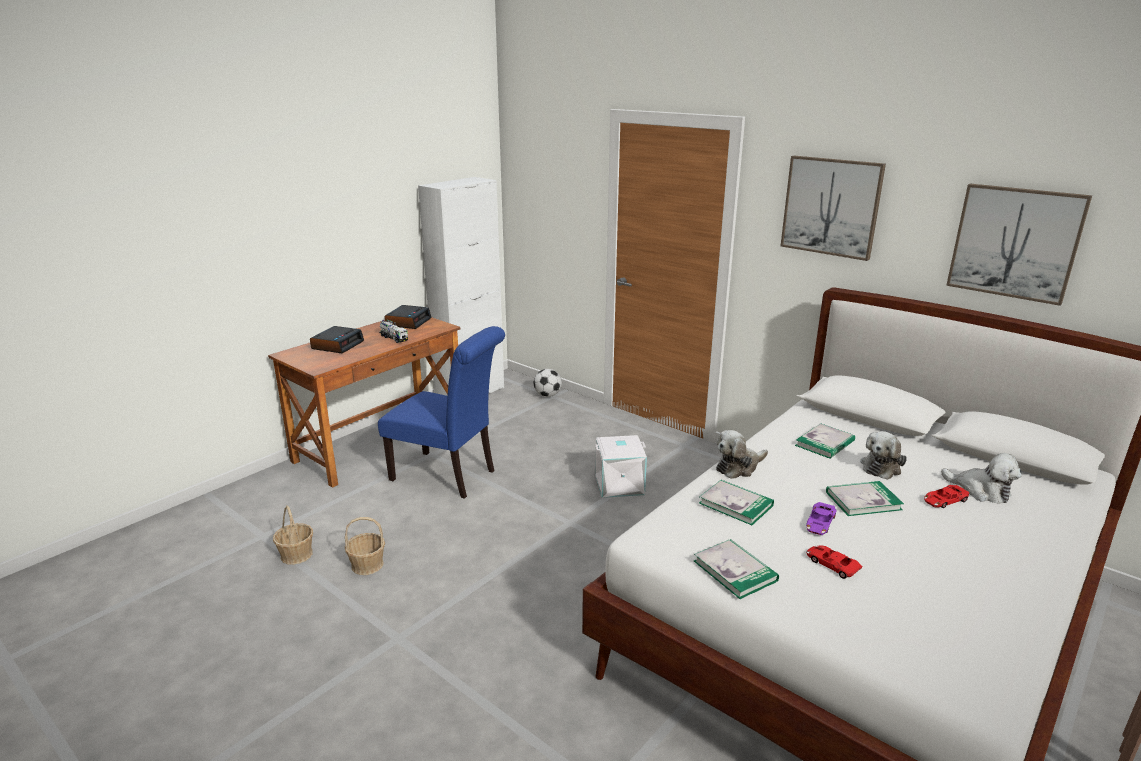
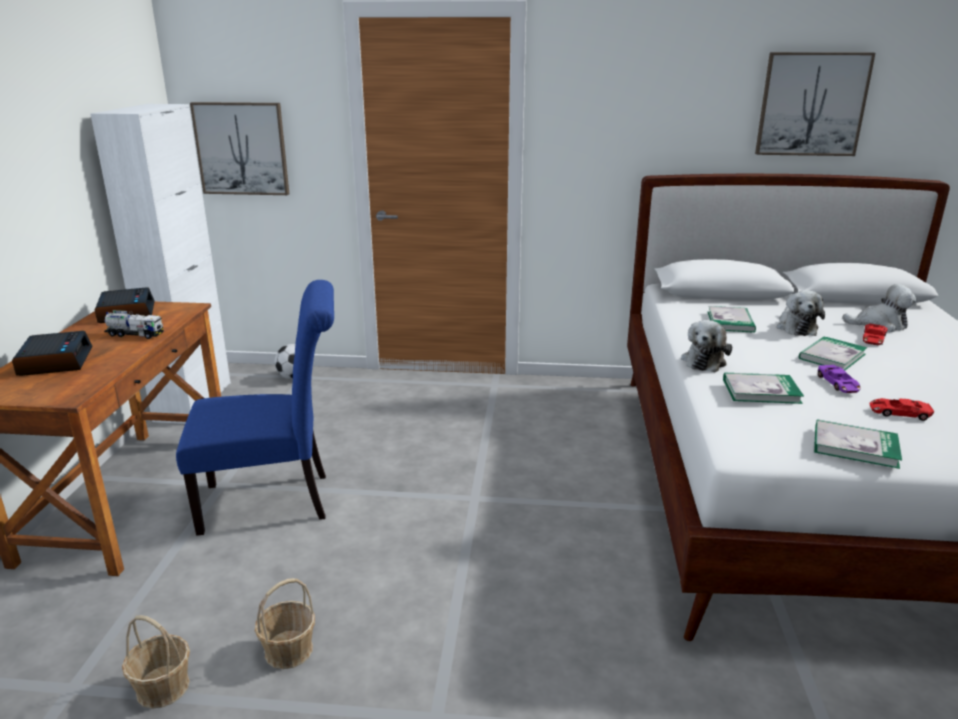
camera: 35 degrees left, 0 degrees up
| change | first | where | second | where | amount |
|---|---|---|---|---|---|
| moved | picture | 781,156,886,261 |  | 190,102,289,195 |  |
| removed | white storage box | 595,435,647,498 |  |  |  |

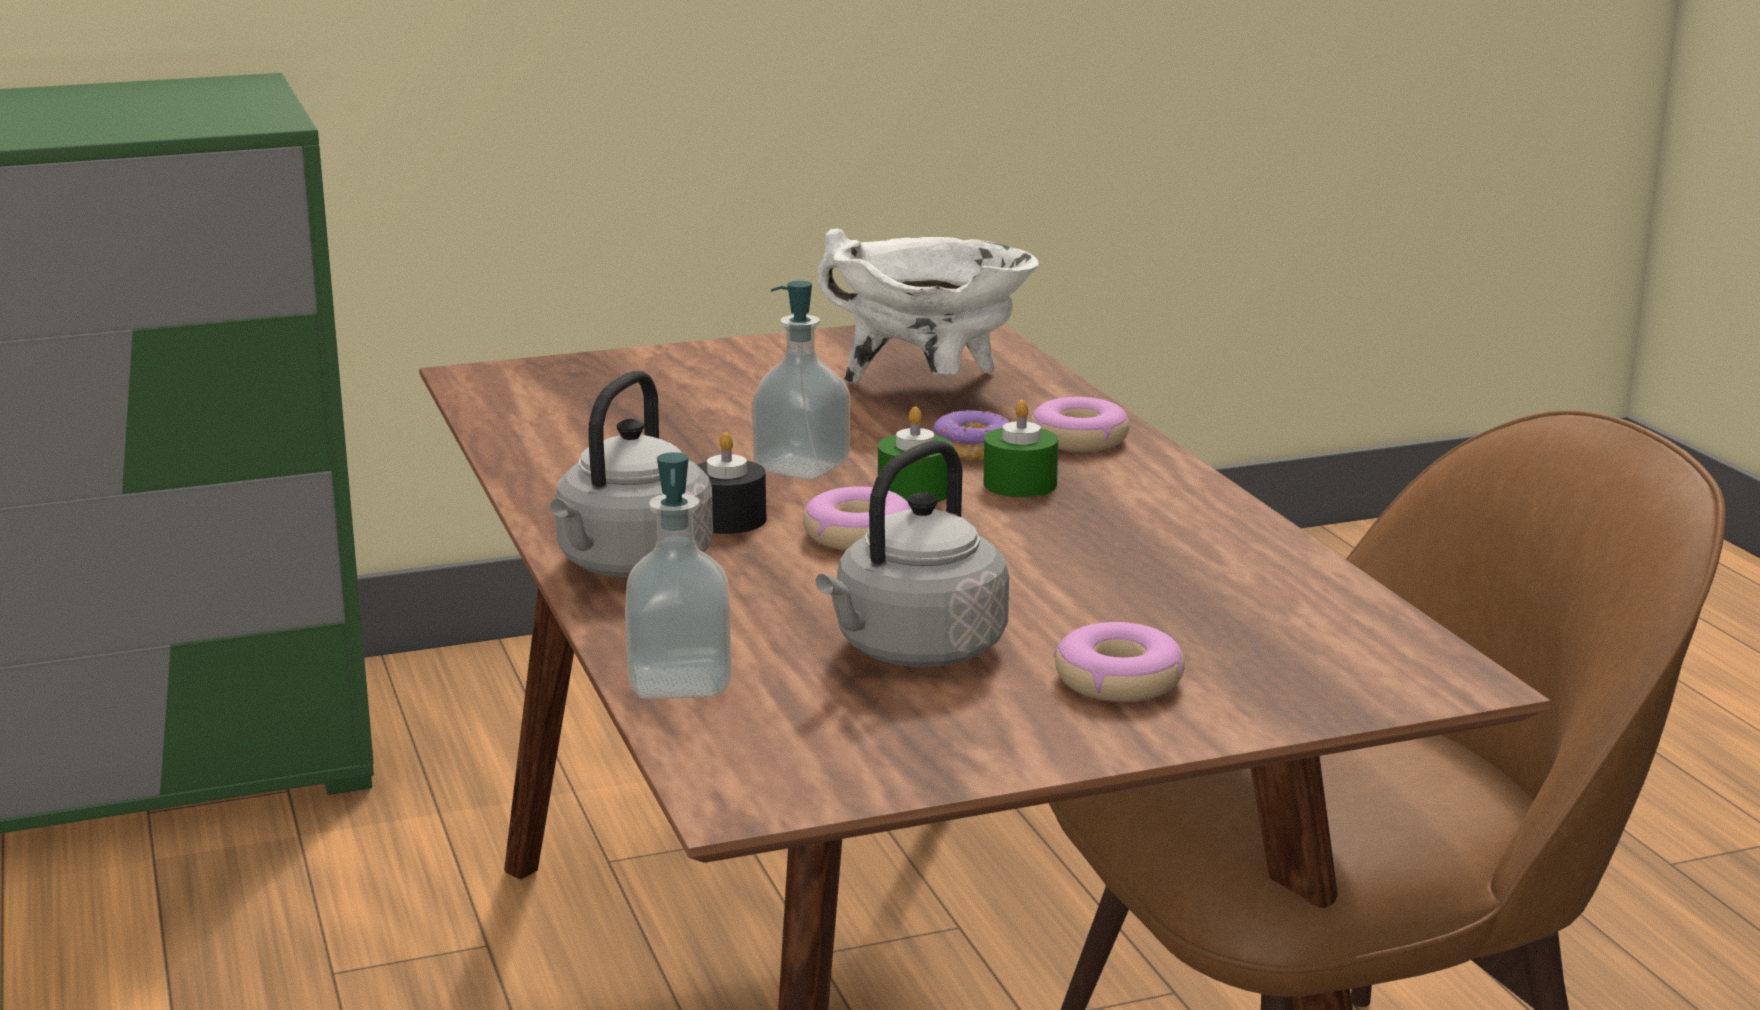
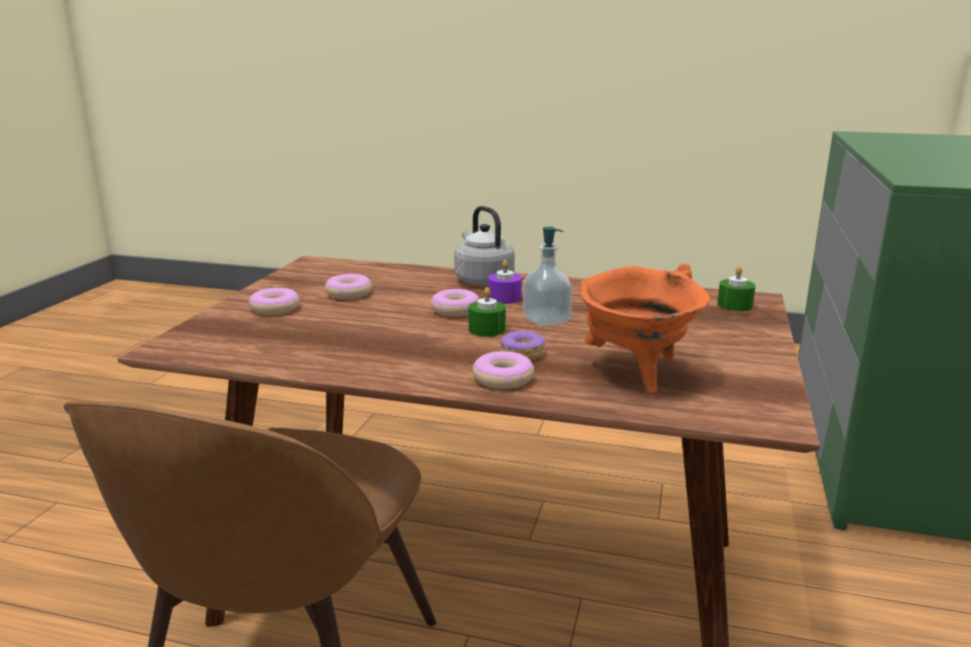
camera: 125 degrees right, 0 degrees up
| change | first | where | second | where | amount |
|---|---|---|---|---|---|
| replaced | grey kettle | 816,440,1009,667 | donut | 325,274,373,299 |  |
| recoloured | black candle | 697,432,766,534 | purple candle | 488,260,522,304 |  |
| recoloured | white cooking pot | 818,228,1039,384 | orange cooking pot | 581,264,711,395 |  |
| moved | green candle | 984,400,1058,497 |  | 717,266,755,311 |  |
| removed | soap dispenser | 625,452,732,699 |  |  |  |

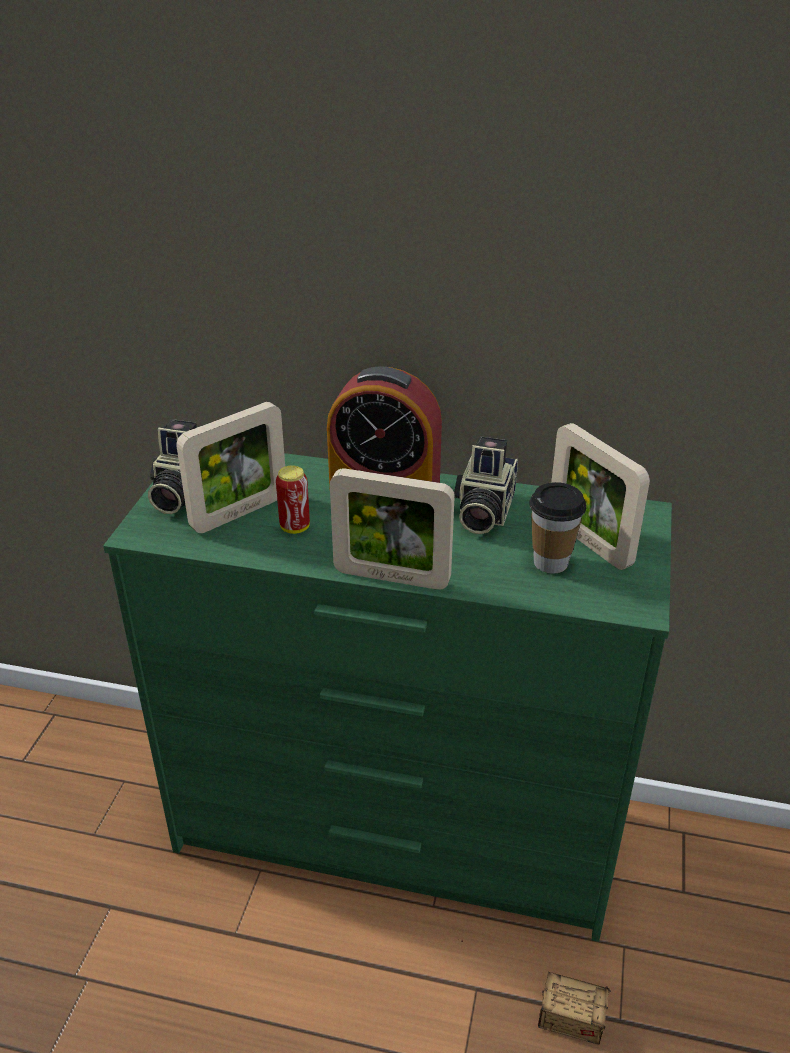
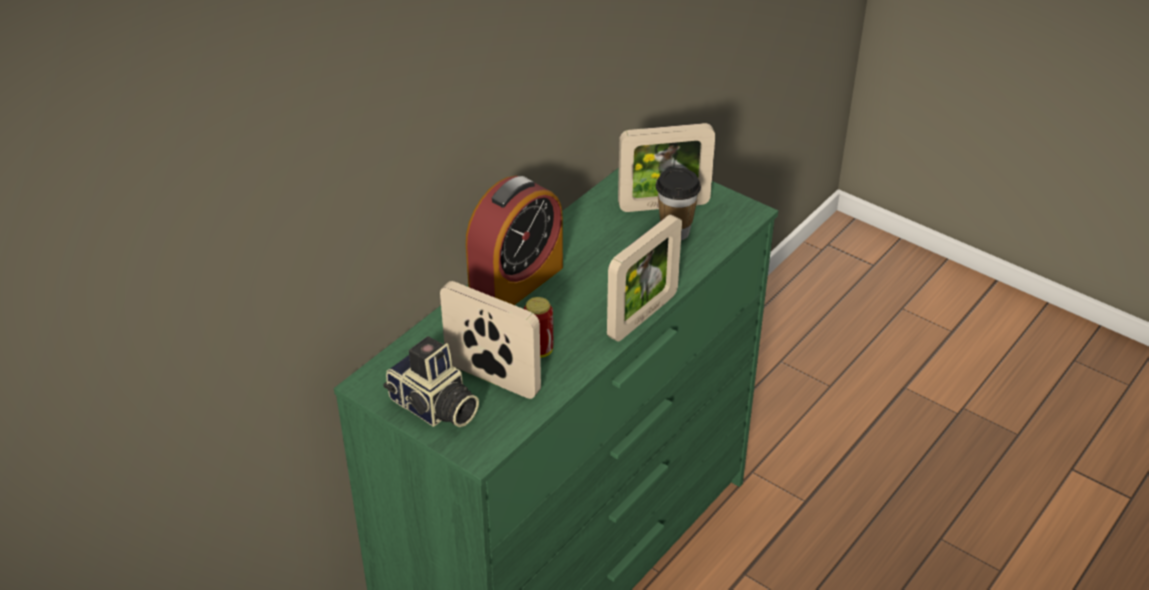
camera: 65 degrees left, 5 degrees up
| change | first | where | second | where | amount |
|---|---|---|---|---|---|
| turned | picture frame | 176,402,285,533 |  | 440,281,541,399 | 45 degrees counterclockwise |
| removed | photo camera | 454,436,518,534 |  |  |  |
| removed | storage box | 458,939,611,1045 |  |  |  |

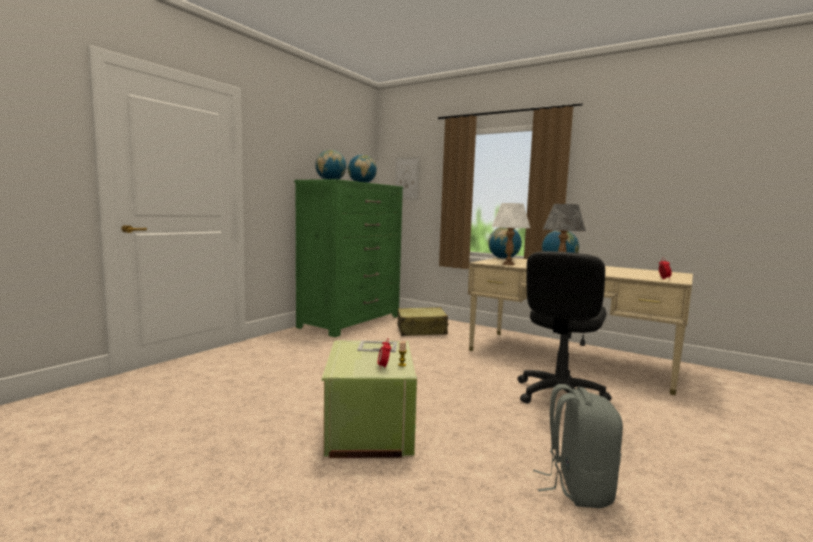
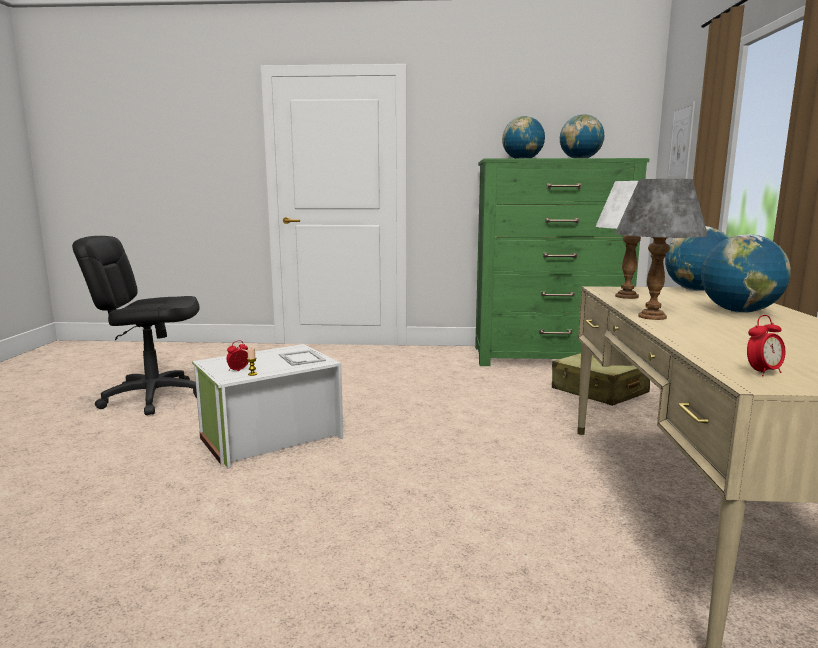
camera: 60 degrees right, 5 degrees up
| change | first | where | second | where | amount |
|---|---|---|---|---|---|
| moved | black office chair | 518,251,612,404 |  | 72,236,200,415 |  |
| recoloured | green storage box | 322,340,417,458 | white storage box | 192,344,343,468 |  |
| removed | grey backpack | 533,384,623,508 |  |  |  |

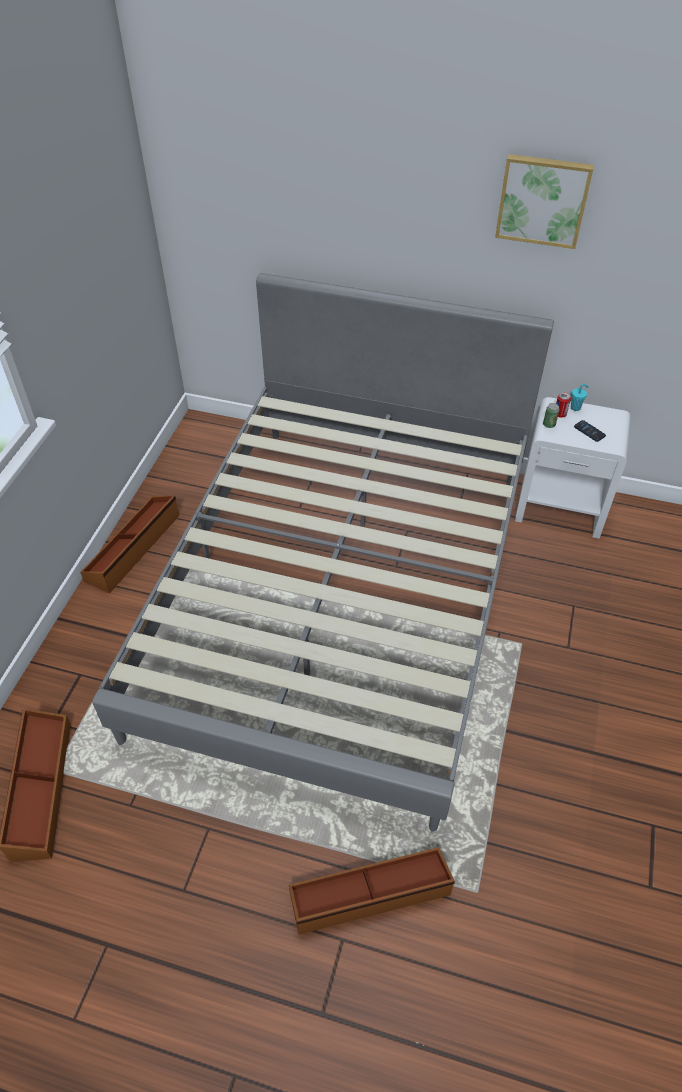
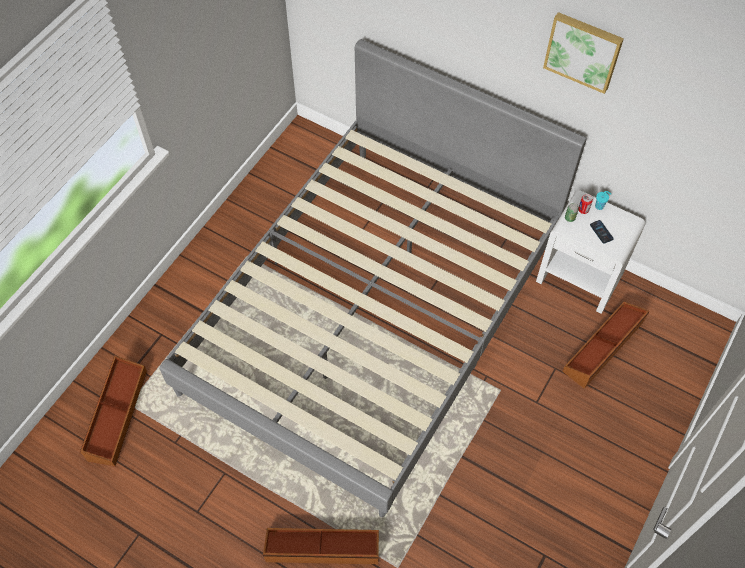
camera: 15 degrees right, 10 degrees up
| change | first | where | second | where | amount |
|---|---|---|---|---|---|
| moved | brown storage box | 80,495,179,594 |  | 562,302,649,389 |  |

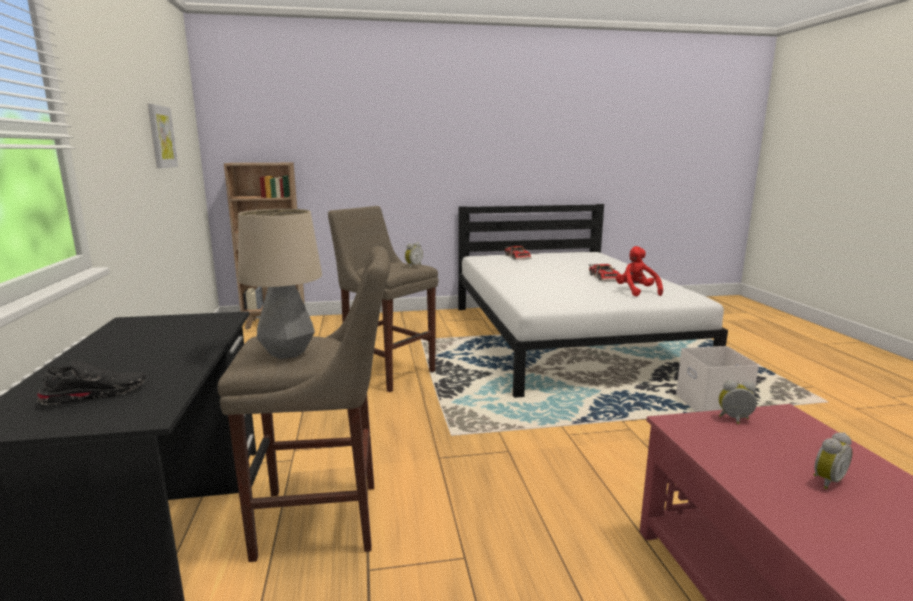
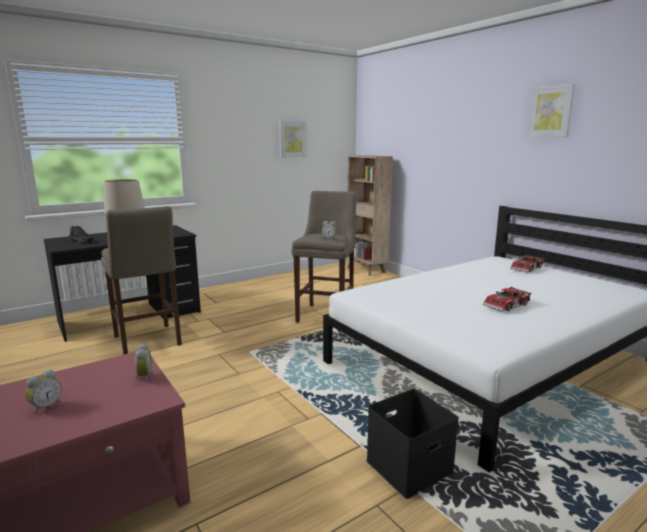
camera: 65 degrees right, 0 degrees up
| change | first | where | second | where | amount |
|---|---|---|---|---|---|
| turned | alarm clock | 813,432,853,489 |  | 25,369,61,414 | 90 degrees counterclockwise |
| recoloured | white storage box | 676,346,759,412 | black storage box | 366,389,459,499 |  |
| added |  |  | picture | 527,84,575,137 |  |
| removed | red plush toy | 616,246,663,297 |  |  |  |

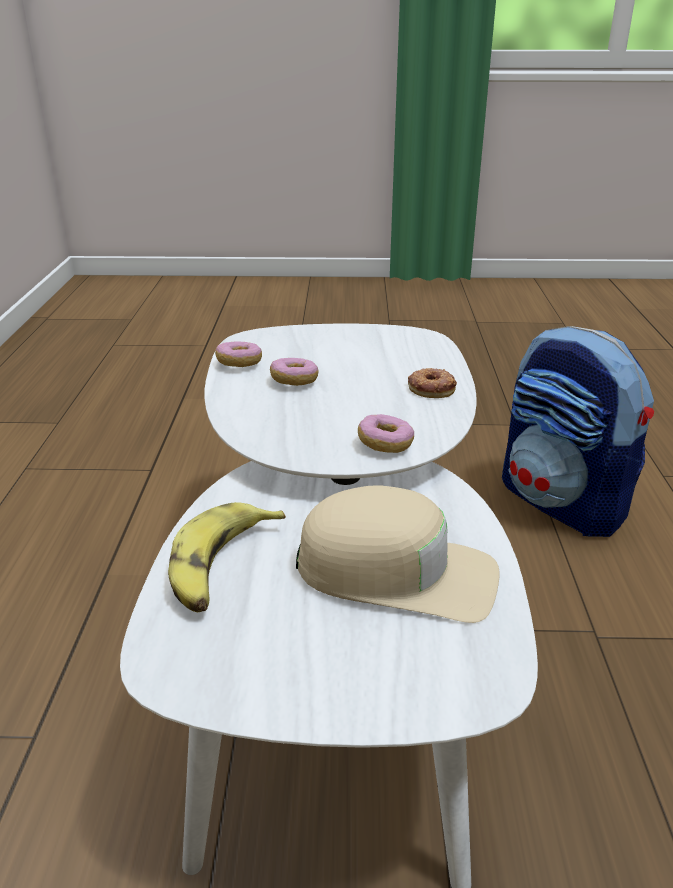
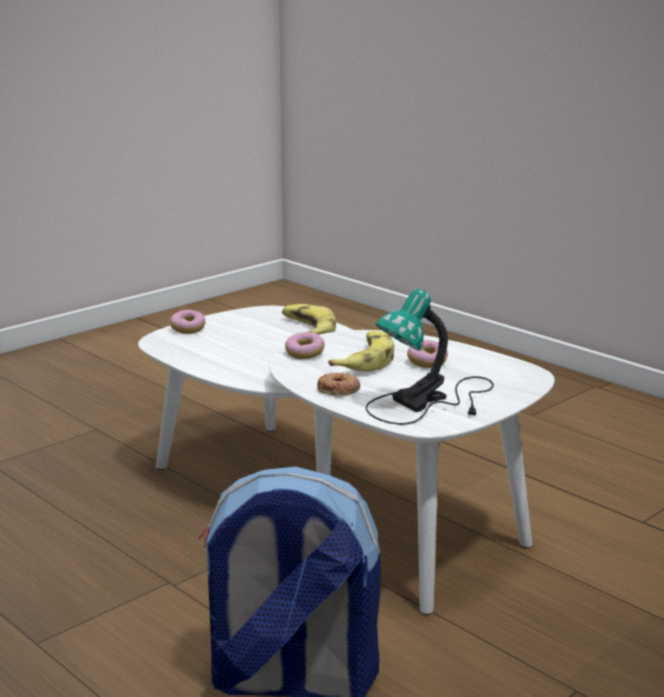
camera: 135 degrees right, 10 degrees down
| change | first | where | second | where | amount |
|---|---|---|---|---|---|
| moved | donut | 215,341,262,367 |  | 170,310,205,334 |  |
| added |  |  | banana | 328,331,394,371 |  |
| added |  |  | table lamp | 365,289,493,425 |  |
| removed | beige cap | 296,485,500,623 |  |  |  |

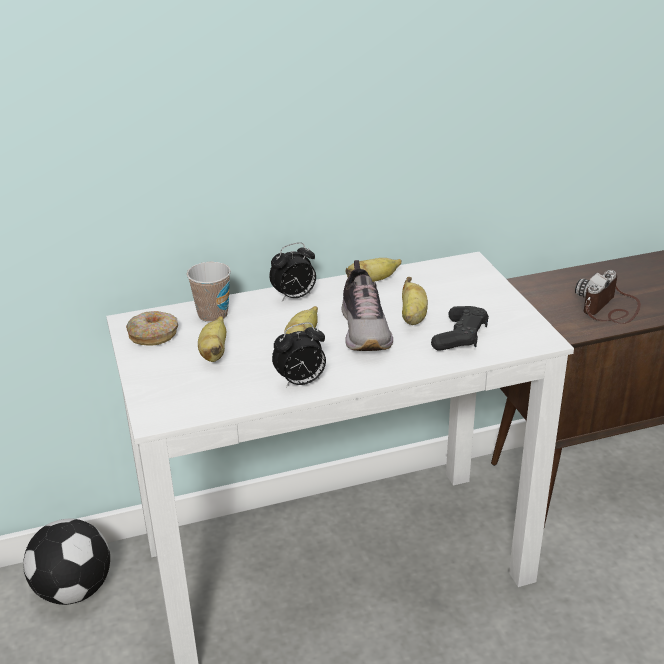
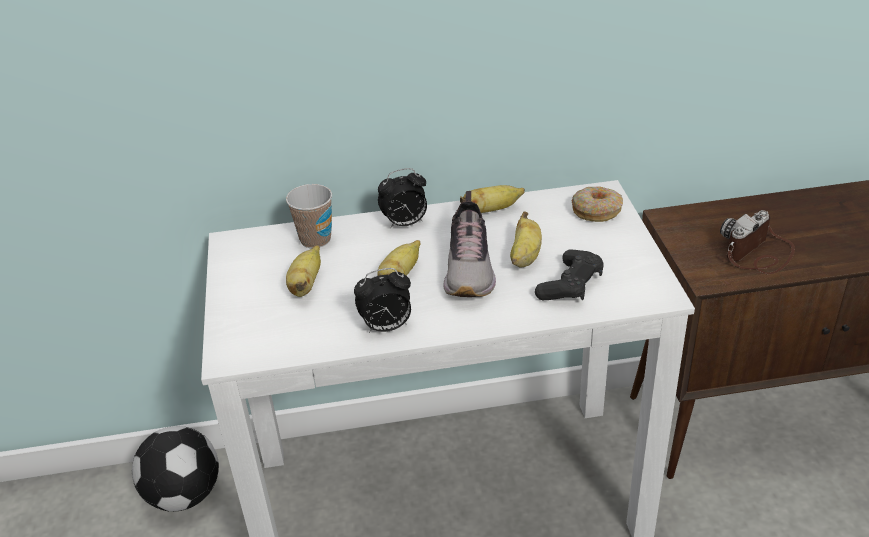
camera: 10 degrees right, 5 degrees up
| change | first | where | second | where | amount |
|---|---|---|---|---|---|
| moved | donut | 126,311,178,346 |  | 572,187,623,222 |  |

